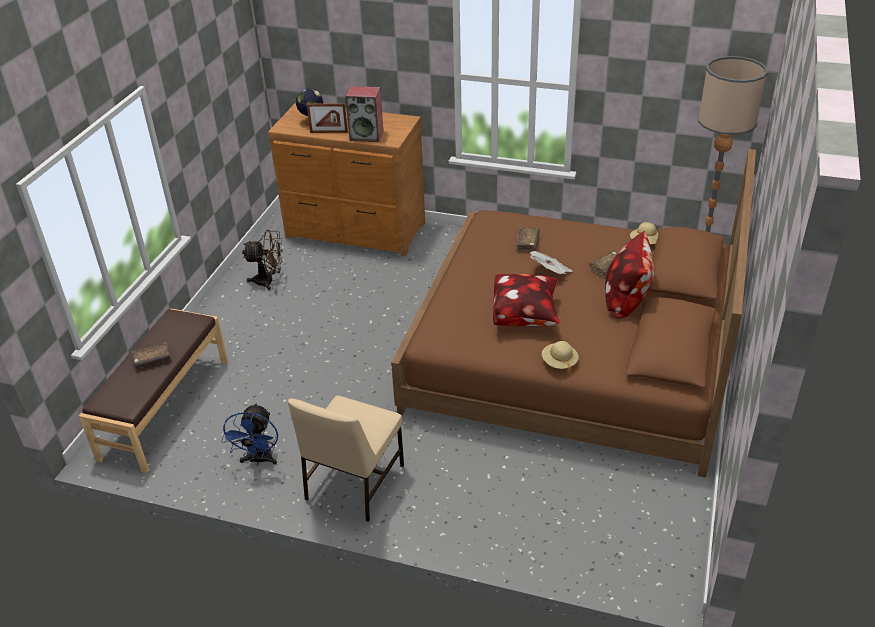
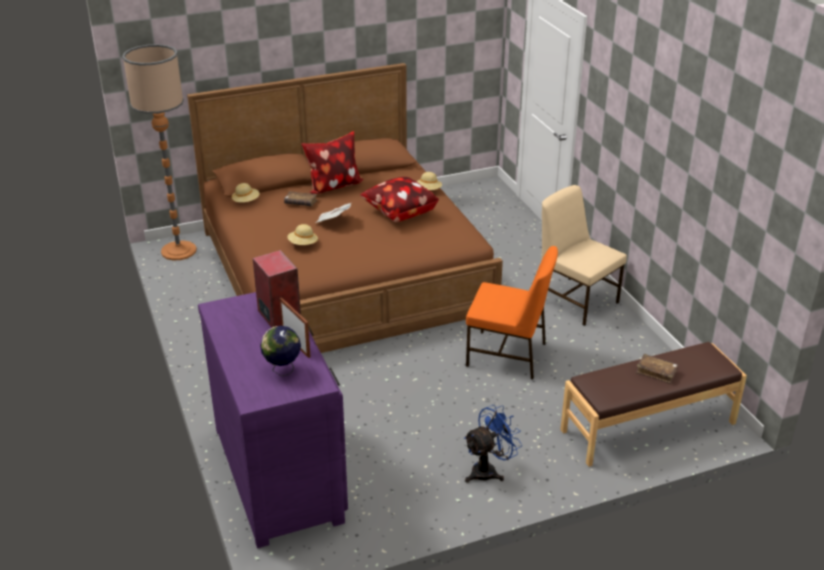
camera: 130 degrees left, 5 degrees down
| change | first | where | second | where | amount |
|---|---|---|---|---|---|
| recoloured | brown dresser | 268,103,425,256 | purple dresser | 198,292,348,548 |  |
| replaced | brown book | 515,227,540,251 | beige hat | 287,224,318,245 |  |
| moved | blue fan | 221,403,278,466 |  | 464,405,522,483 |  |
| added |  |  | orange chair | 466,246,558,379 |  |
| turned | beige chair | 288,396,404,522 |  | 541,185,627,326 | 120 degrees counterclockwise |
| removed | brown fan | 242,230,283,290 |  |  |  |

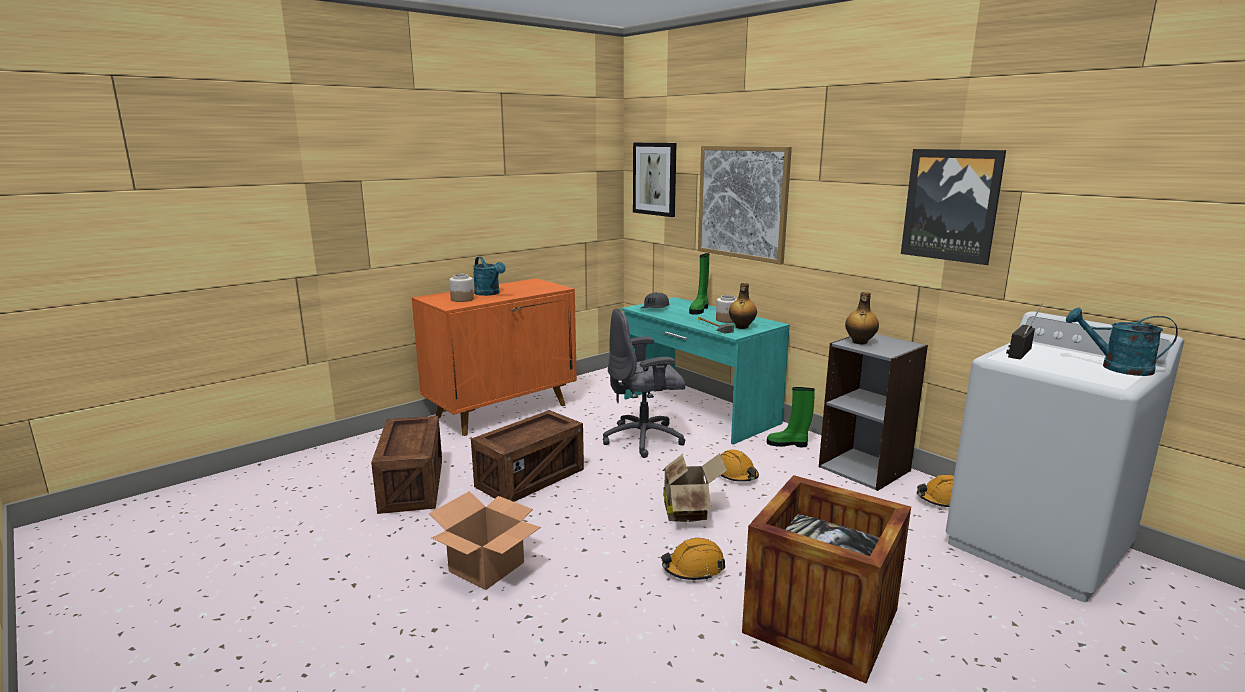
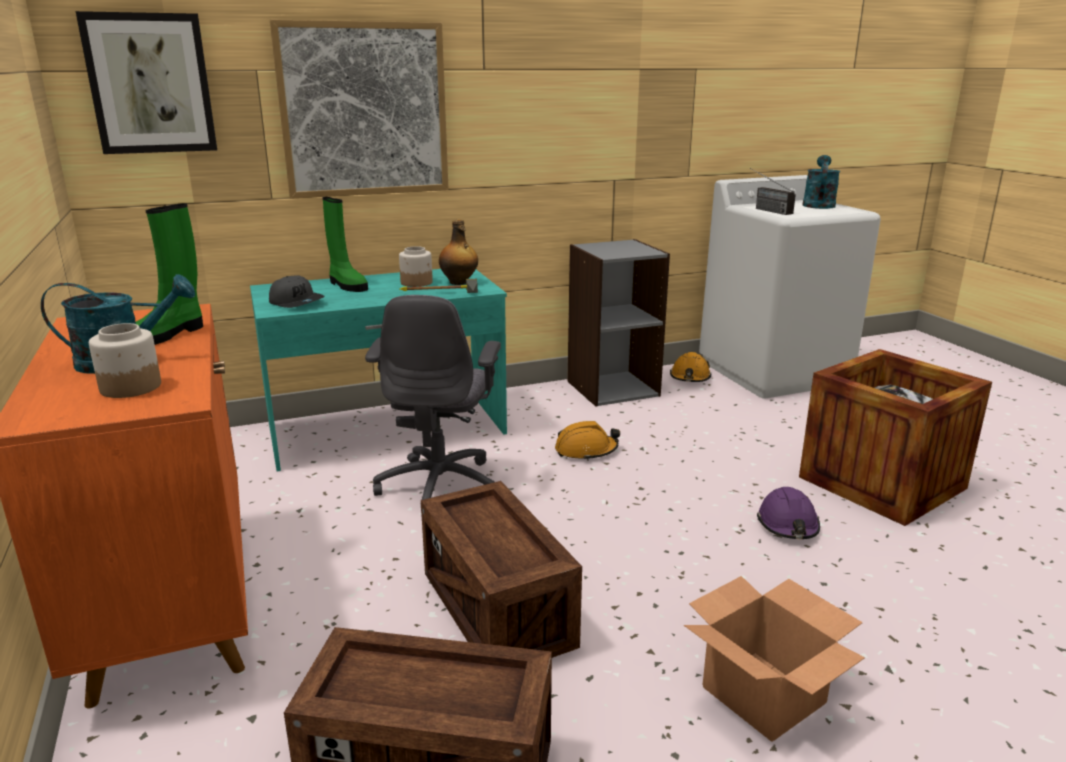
camera: 70 degrees left, 5 degrees up
| change | first | where | second | where | amount |
|---|---|---|---|---|---|
| moved | green boot | 767,387,815,447 |  | 136,203,203,345 |  |
| recoloured | orange hard hat | 661,538,725,581 | purple hard hat | 757,487,820,539 |  |
| turned | turquoise watering can | 1066,308,1178,376 |  | 802,155,840,209 | 150 degrees clockwise |
| removed | cardboard box | 663,453,727,522 |  |  |  |
| removed | bottle | 845,292,879,344 |  |  |  |
| removed | picture | 901,149,1006,265 |  |  |  |

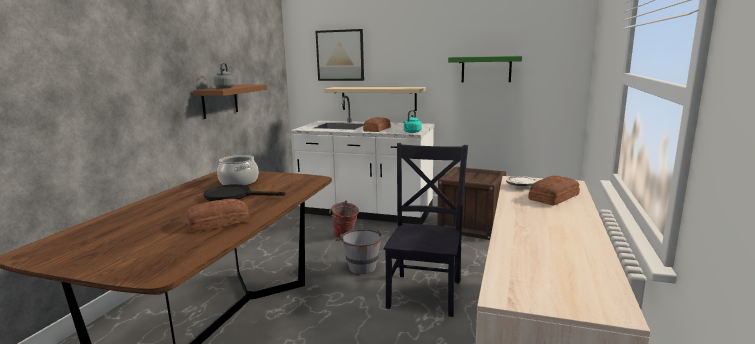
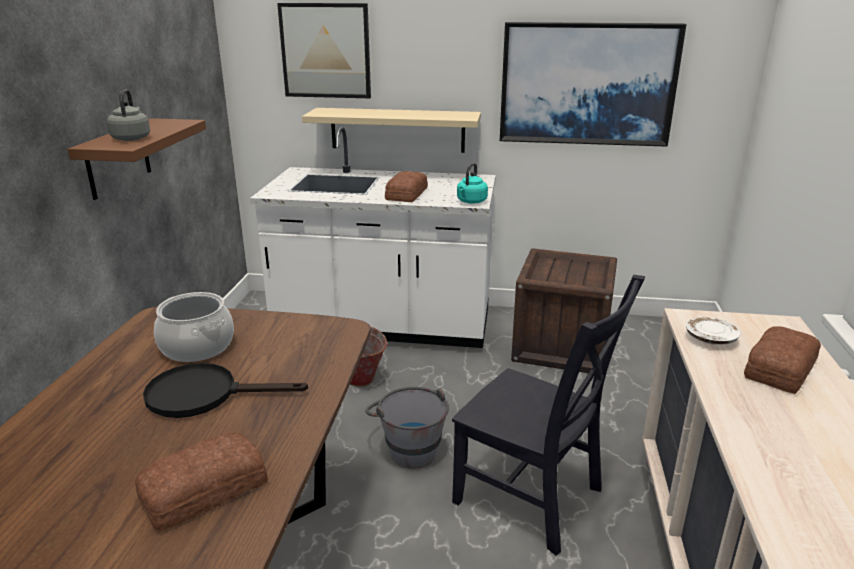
camera: 10 degrees left, 10 degrees up
| change | first | where | second | where | amount |
|---|---|---|---|---|---|
| turned | black chair | 384,143,468,317 |  | 452,275,645,555 | 120 degrees clockwise |
| replaced | green shelf | 448,56,522,82 | picture | 500,22,686,147 |  |

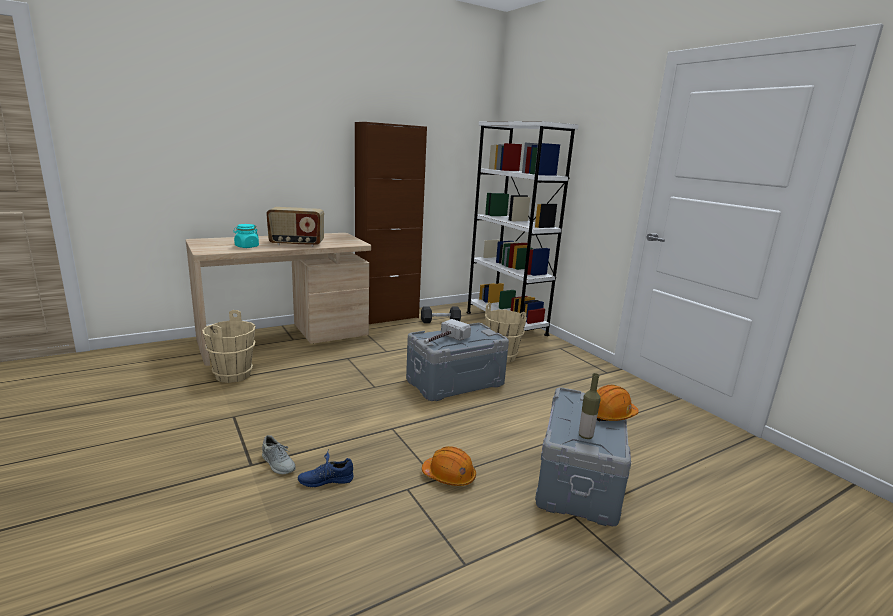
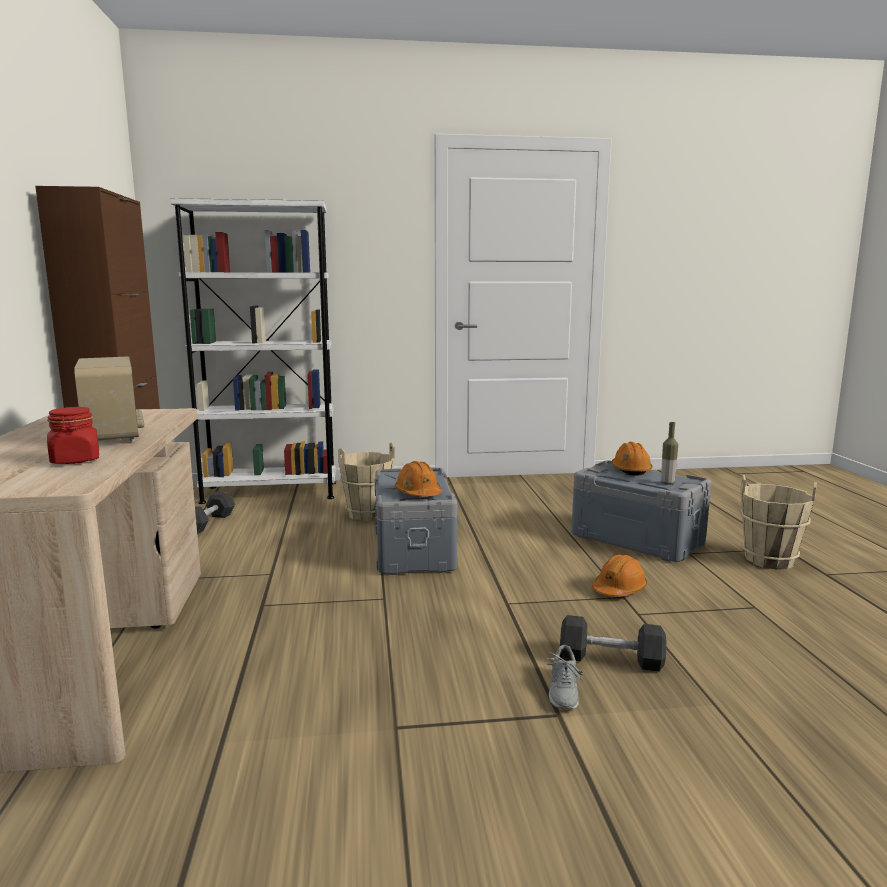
camera: 65 degrees left, 5 degrees down
| change | first | where | second | where | amount |
|---|---|---|---|---|---|
| recoloured | turquoise jar | 233,224,259,248 | red jar | 47,407,99,464 |  |
| turned | radio | 266,207,324,247 |  | 74,356,144,441 | 45 degrees counterclockwise |
| replaced | hammer | 424,319,471,344 | orange hard hat | 395,461,443,497 |  |
| turned | grey shoe | 262,435,296,474 |  | 545,645,584,709 | 120 degrees clockwise |
| replaced | blue shoe | 298,449,354,487 | black dumbbell | 560,615,666,672 |  |
| moved | beige bucket | 202,310,256,383 |  | 740,475,817,570 |  |

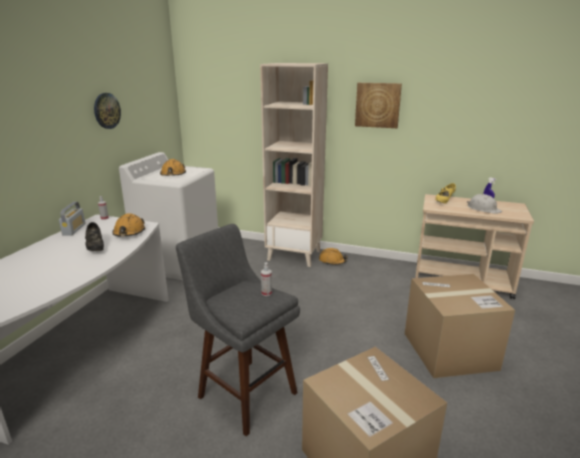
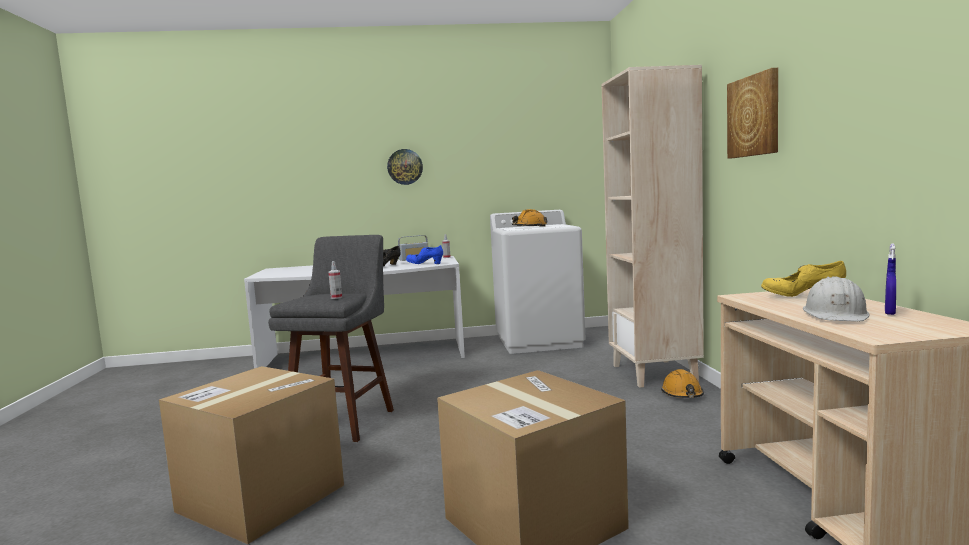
camera: 65 degrees right, 15 degrees down
| change | first | where | second | where | amount |
|---|---|---|---|---|---|
| moved | wall clock | 94,93,121,129 |  | 387,149,423,185 |  |
| replaced | orange hard hat | 113,213,145,236 | blue shoe | 406,245,443,264 |  |

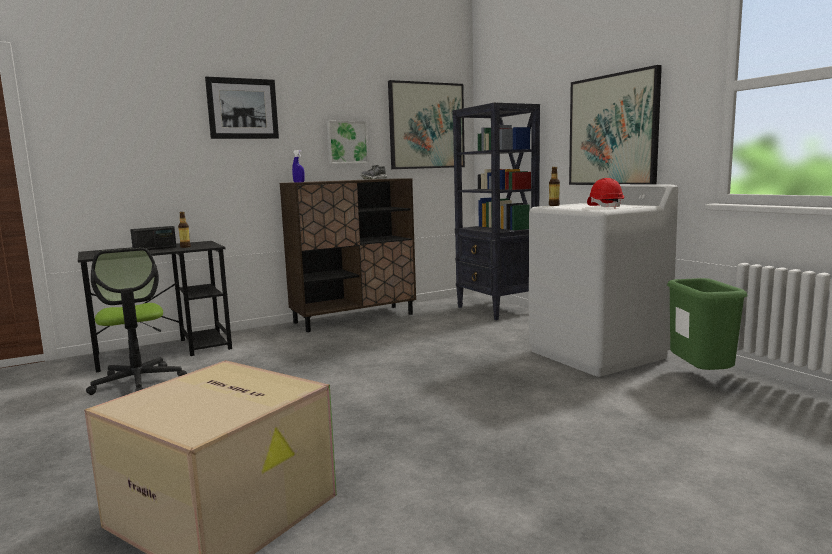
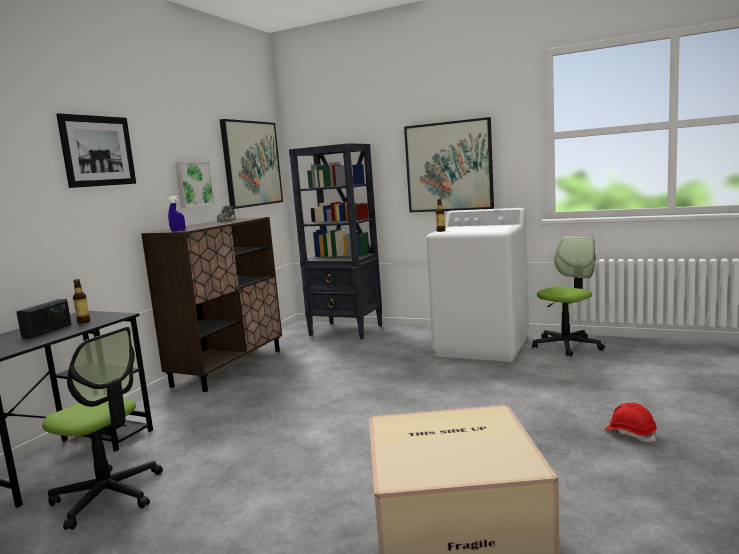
camera: 35 degrees left, 0 degrees up
| change | first | where | second | where | amount |
|---|---|---|---|---|---|
| replaced | green trash can | 667,278,748,370 | office chair | 532,236,605,356 |  |
| moved | red hard hat | 587,178,624,209 |  | 604,402,657,442 |  |

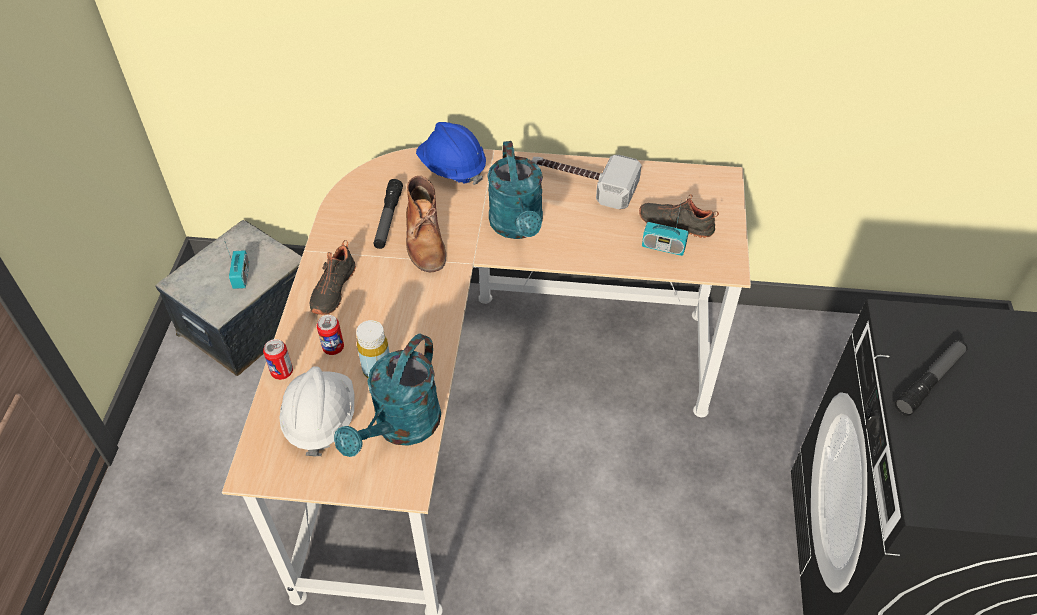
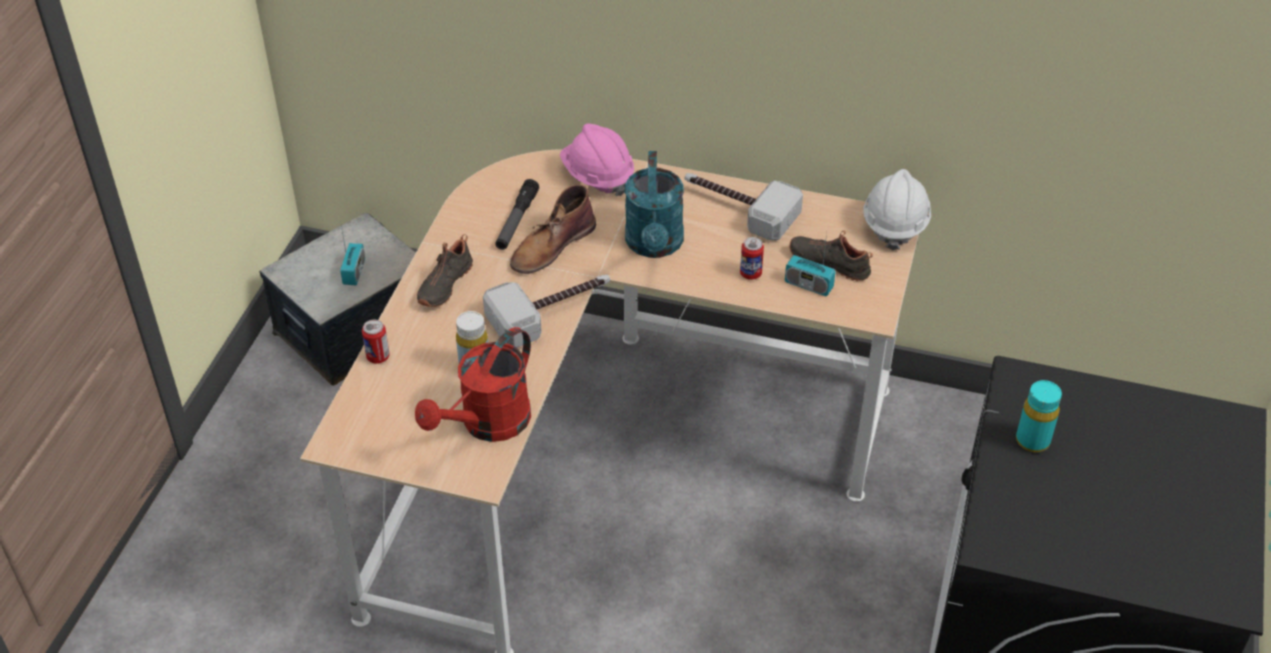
camera: 10 degrees right, 5 degrees down
| change | first | where | second | where | amount |
|---|---|---|---|---|---|
| recoloured | turquoise watering can | 334,334,441,457 | red watering can | 415,327,531,442 |  |
| added |  |  | hammer | 483,274,610,347 |  |
| turned | brown boot | 406,176,446,272 |  | 510,185,596,274 | 45 degrees clockwise |
| recoloured | blue hard hat | 416,122,486,185 | pink hard hat | 560,124,634,196 |  |
| moved | can | 317,315,344,355 |  | 740,237,764,280 |  |
| moved | white hard hat | 279,366,354,457 |  | 863,169,931,250 |  |
| replaced | flashlight | 895,340,968,416 | turquoise bottle | 1016,380,1062,452 |  |

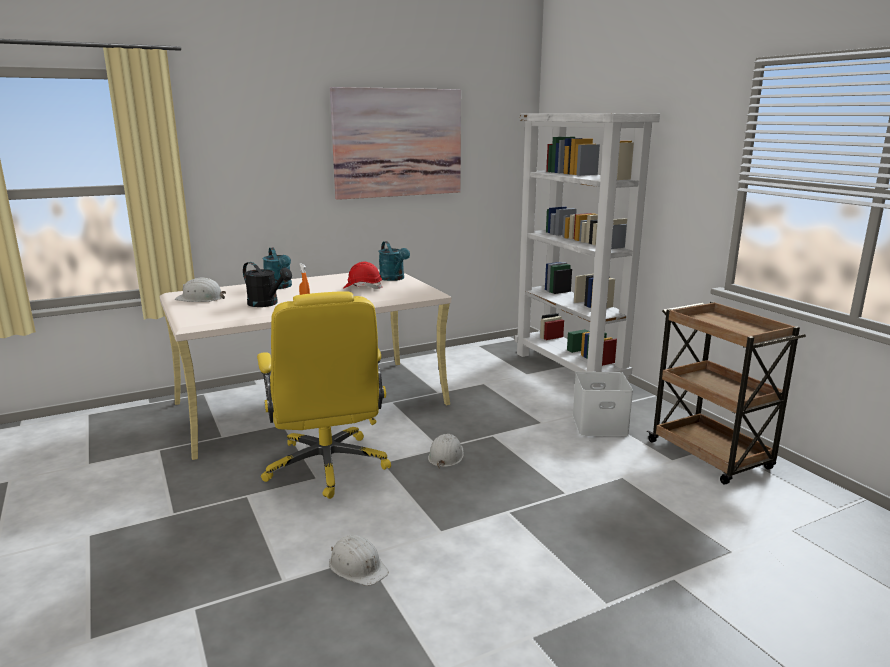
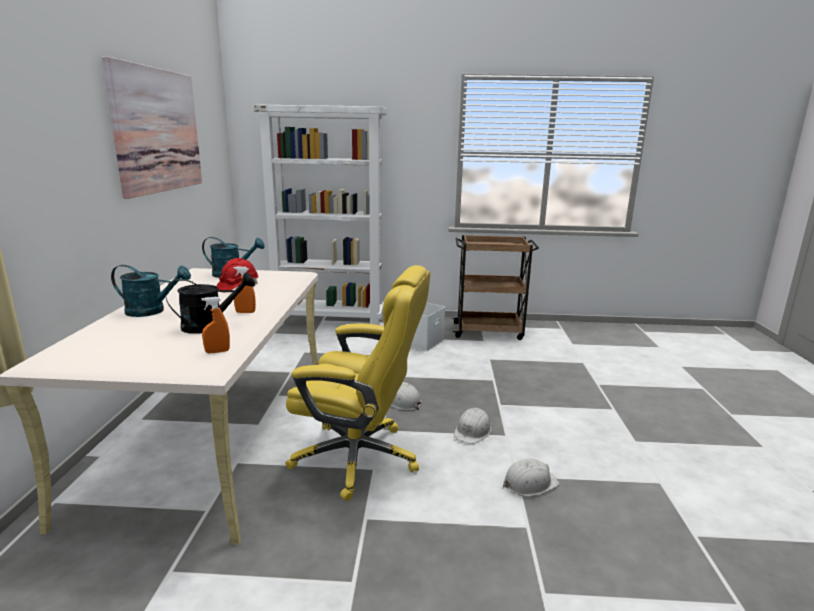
camera: 60 degrees left, 0 degrees up
| change | first | where | second | where | amount |
|---|---|---|---|---|---|
| added |  |  | orange spray bottle | 202,297,230,353 |  |
| moved | white hard hat | 175,277,226,302 |  | 454,408,492,444 |  |

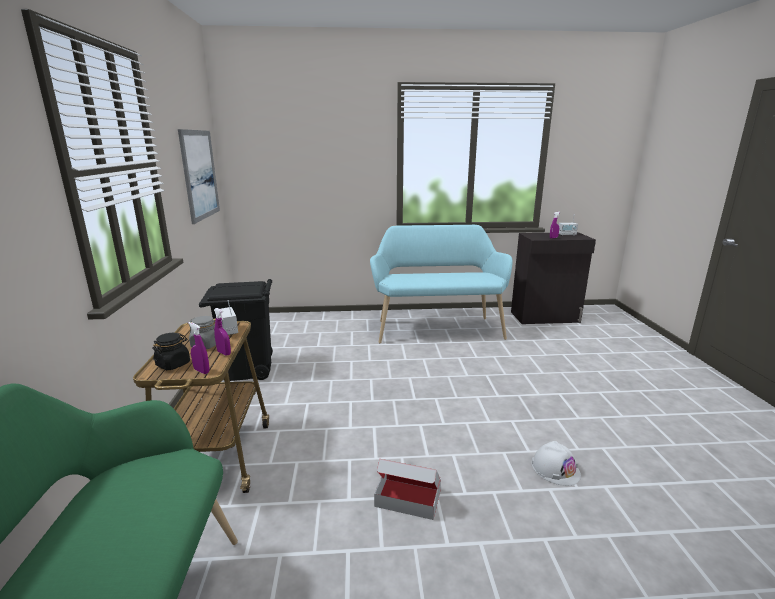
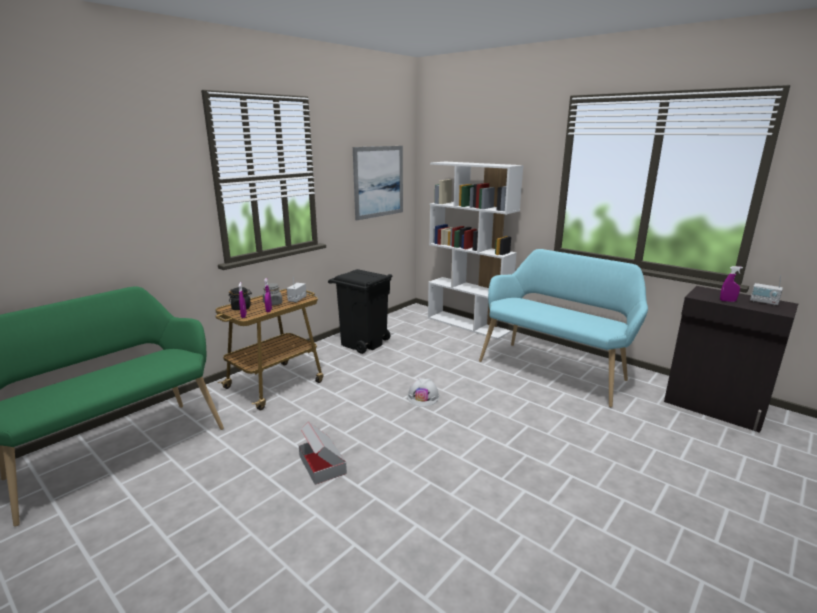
camera: 45 degrees right, 0 degrees up
| change | first | where | second | where | amount |
|---|---|---|---|---|---|
| moved | white hard hat | 531,441,581,486 |  | 407,378,439,407 |  |
| added |  |  | white bookcase | 428,162,524,340 |  |

